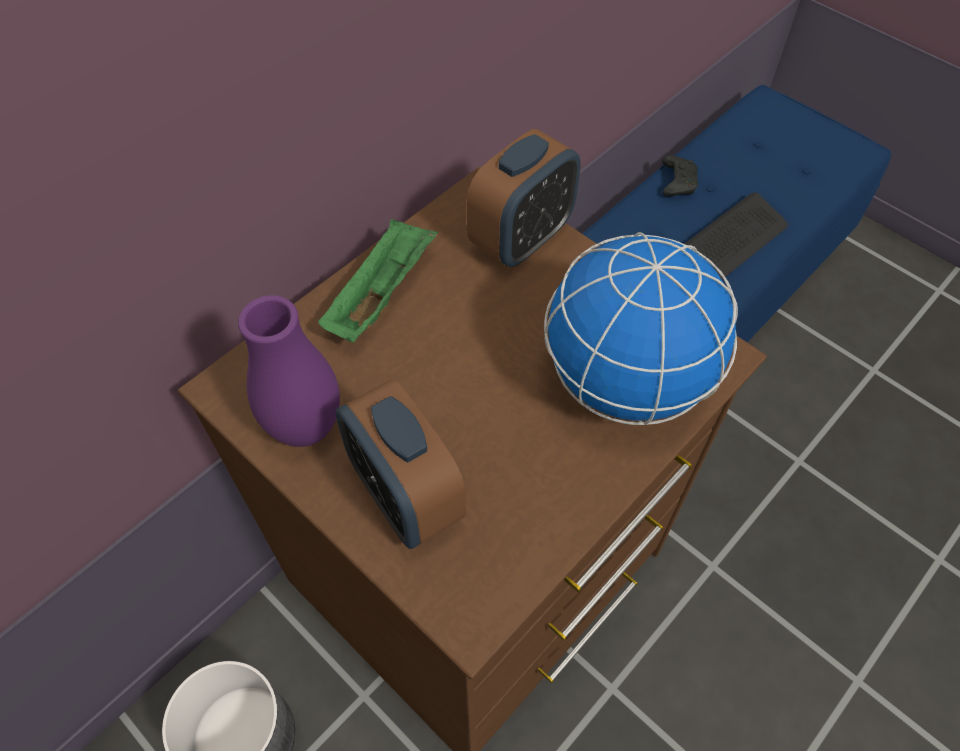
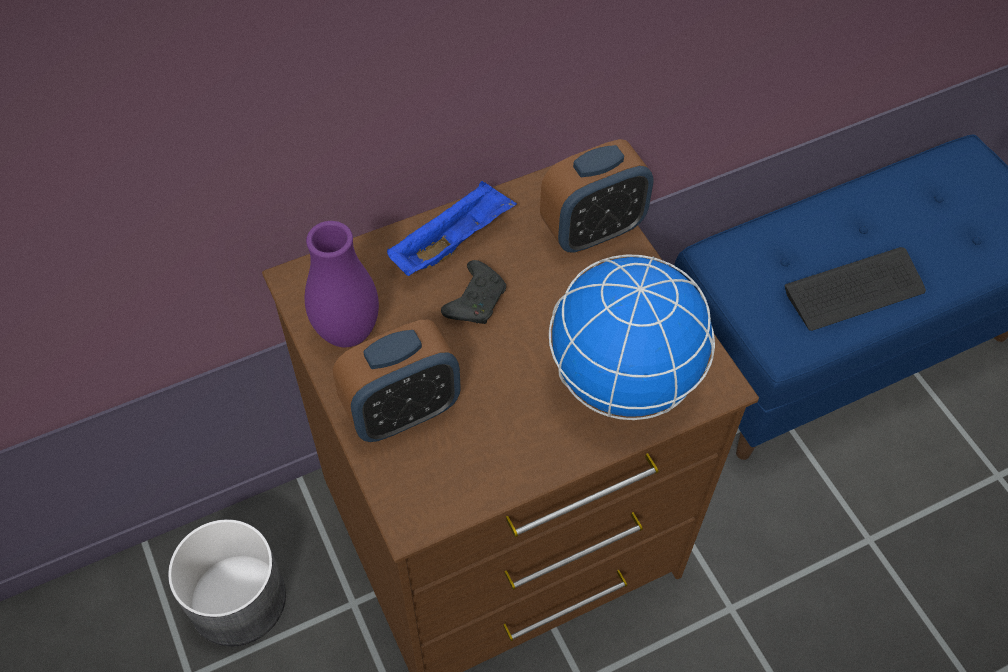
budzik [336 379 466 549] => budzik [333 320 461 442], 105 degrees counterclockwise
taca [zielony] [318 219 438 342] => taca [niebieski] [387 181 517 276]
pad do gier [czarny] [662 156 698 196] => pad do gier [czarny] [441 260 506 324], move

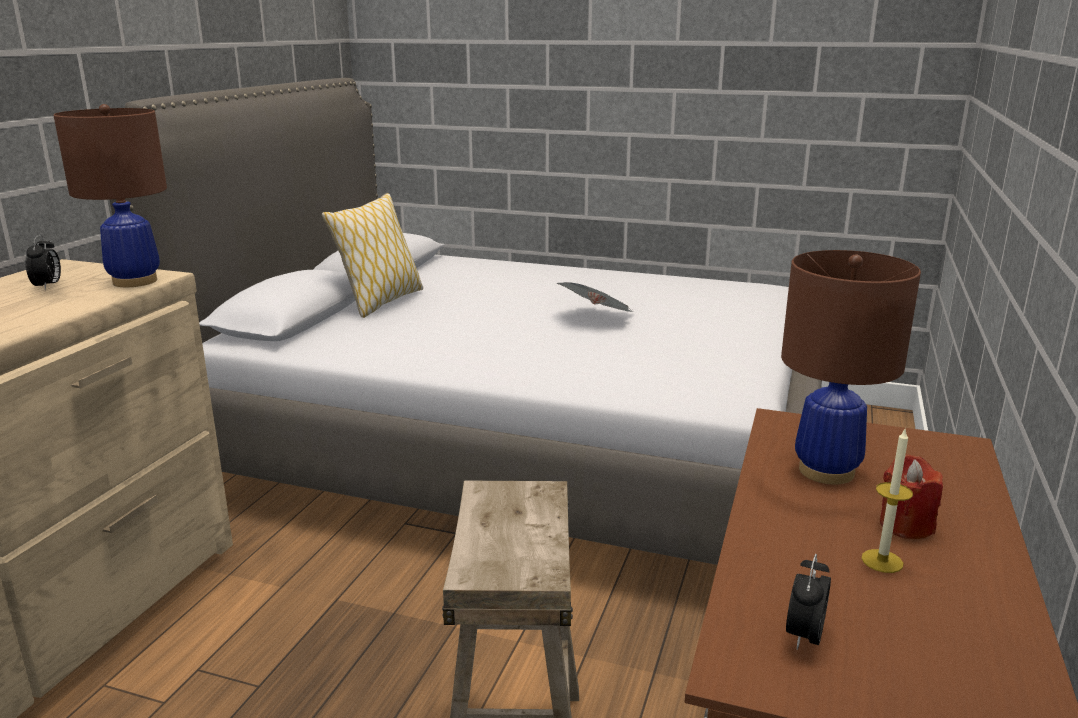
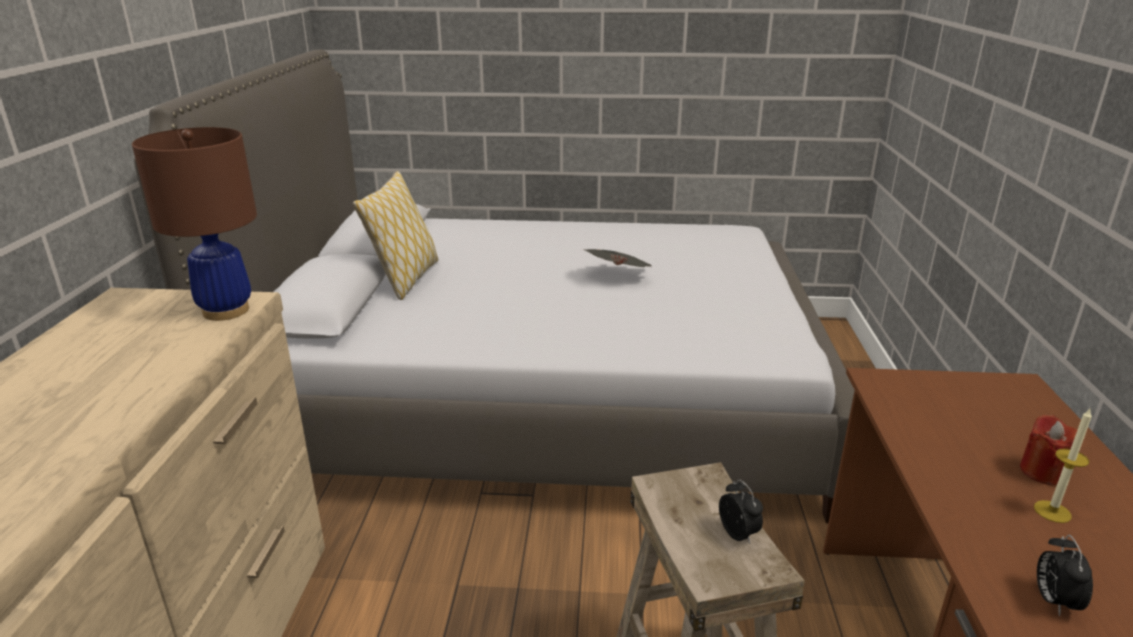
budzik [26 235 61 290] => budzik [719 479 763 544], move
lampa stołowa [brązowy] [781 250 921 484] => nothing

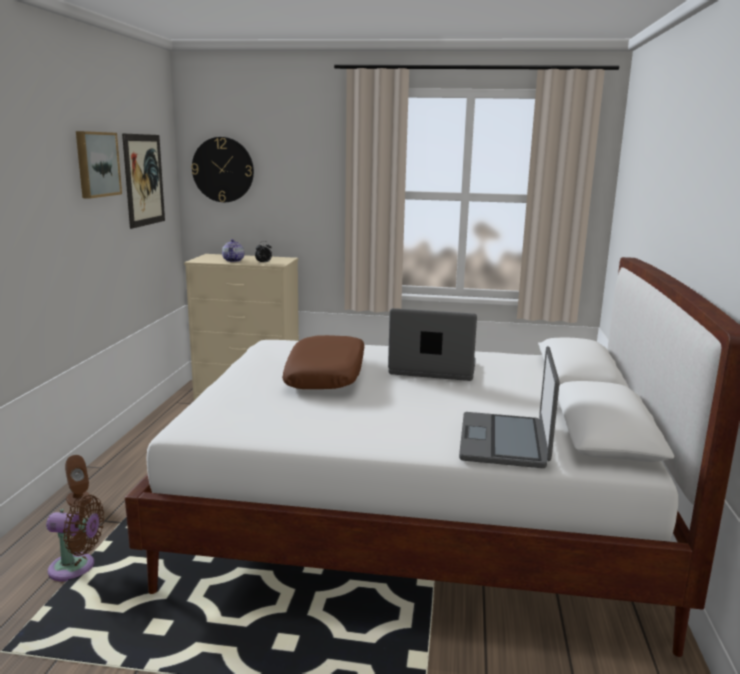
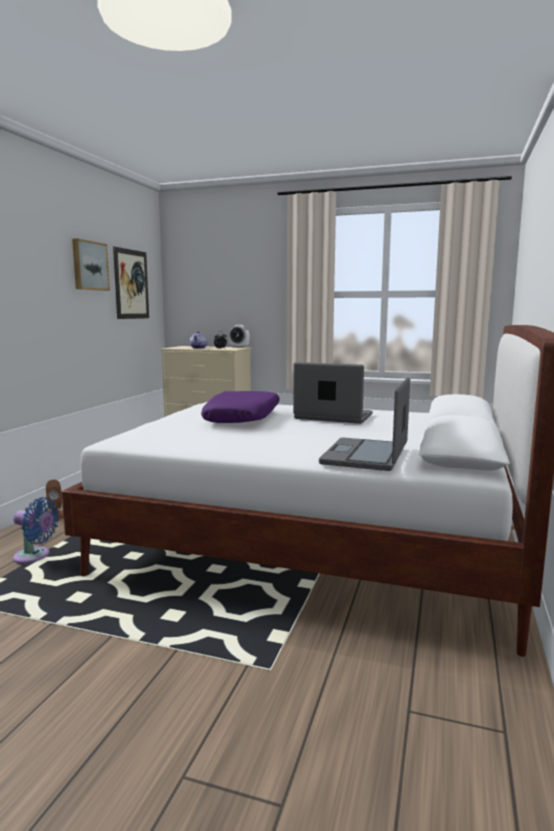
wentylator [brązowy] [46 495 104 581] => wentylator [niebieski] [13 497 59 564]
poduszka [brązowy] [282 335 364 389] => poduszka [fioletowy] [201 391 280 423]
nothing => budzik [229 325 250 348]
zegar ścienny [191 137 254 202] => nothing

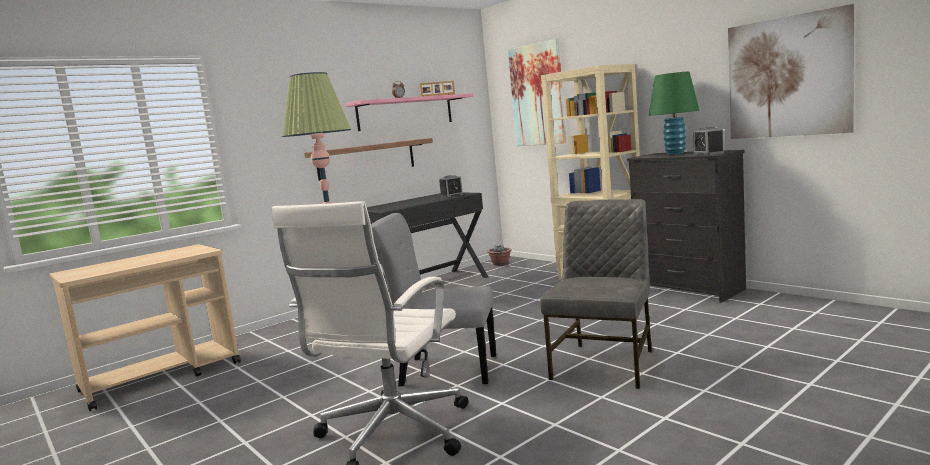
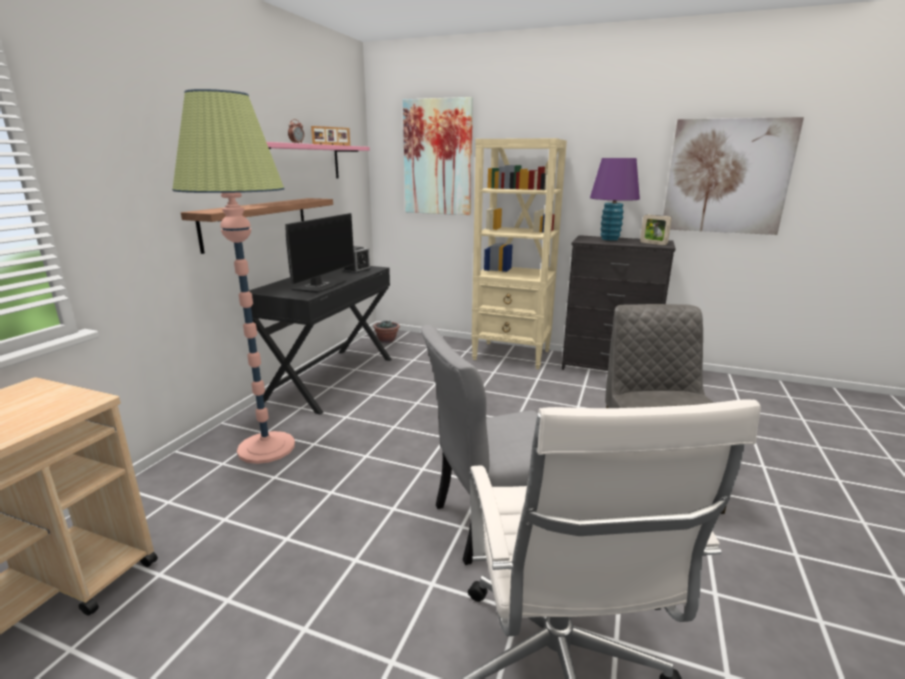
nothing => monitor [285 213 355 293]
lampa stołowa [zielony] [649 71 699 155] => lampa stołowa [fioletowy] [590 158 640 241]
budzik [693 127 725 155] => ramka na zdjęcie [640 214 672 245]

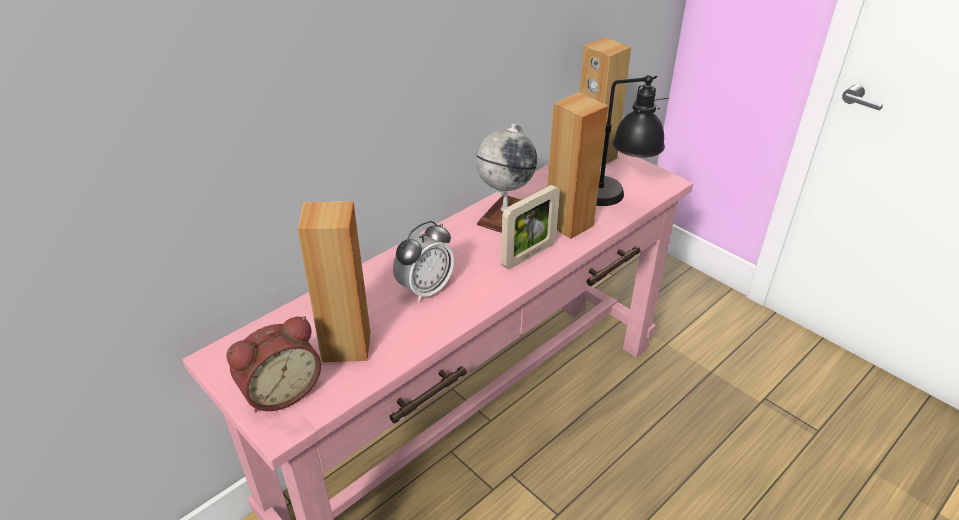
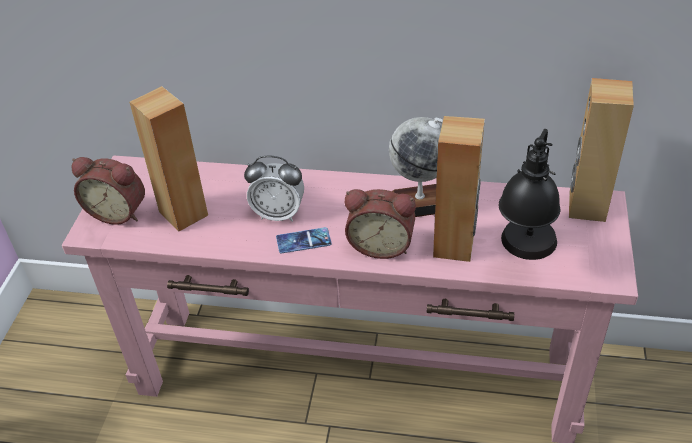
nothing => telefon [276 227 332 254]
ramka na zdjęcie [501 185 560 269] => budzik [345 189 416 259]

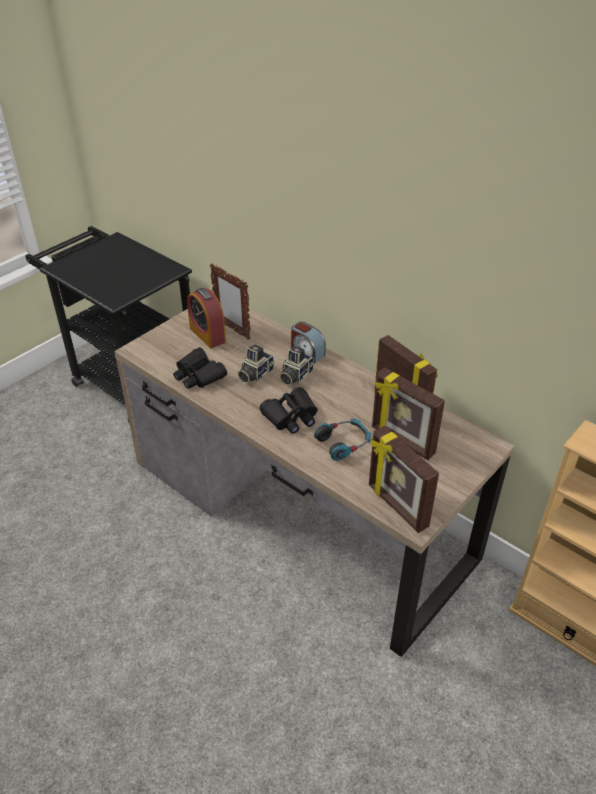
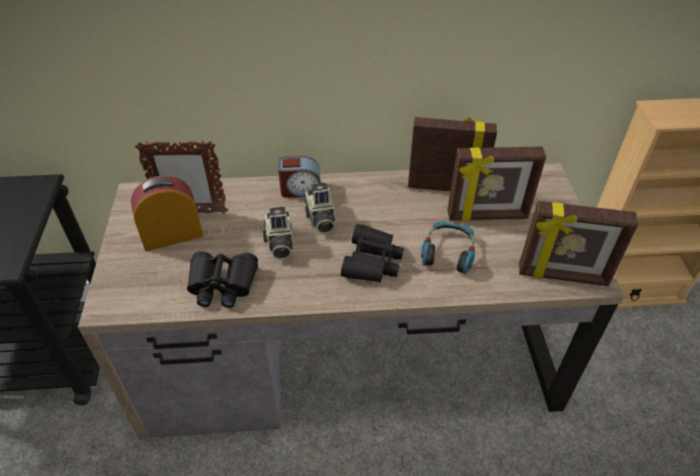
budzik [187 288 226 348] => budzik [131 175 203 251], 150 degrees clockwise

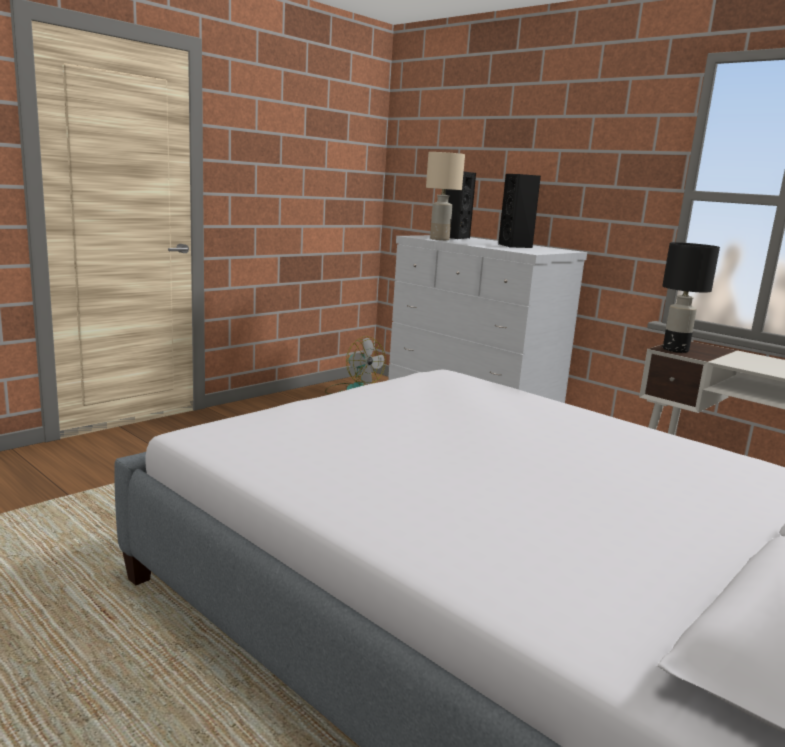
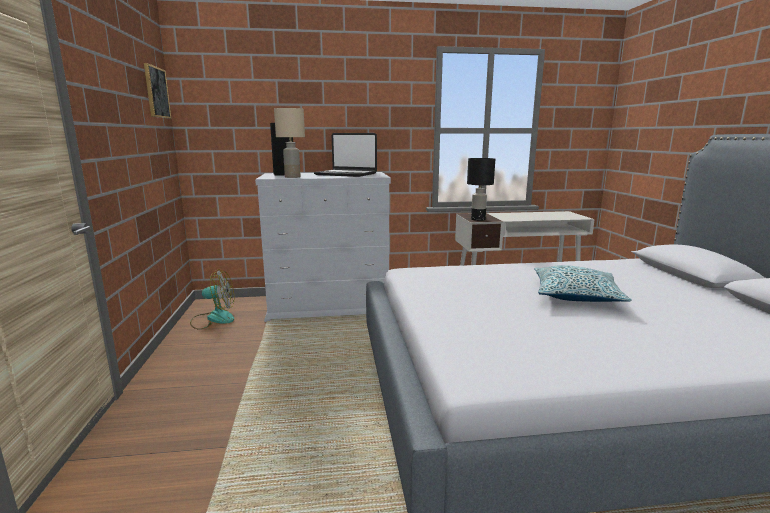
nothing => obraz [144 63 171 118]
głośnik [czarny] [498 174 541 248] => laptop [314 133 377 177]
nothing => poduszka [534 265 632 302]

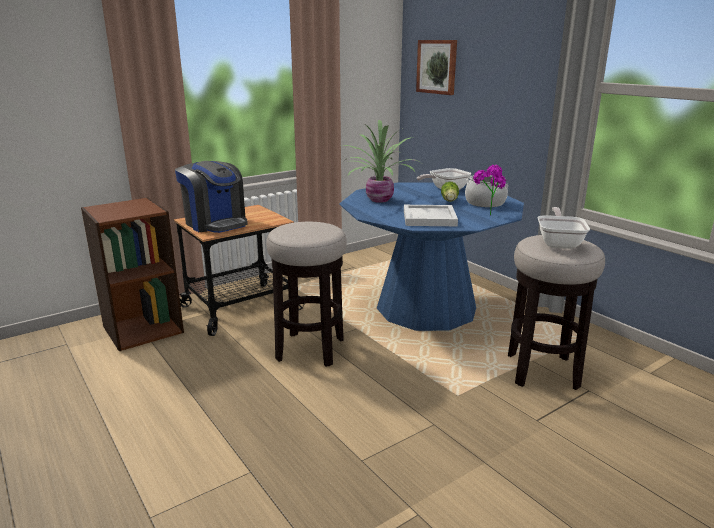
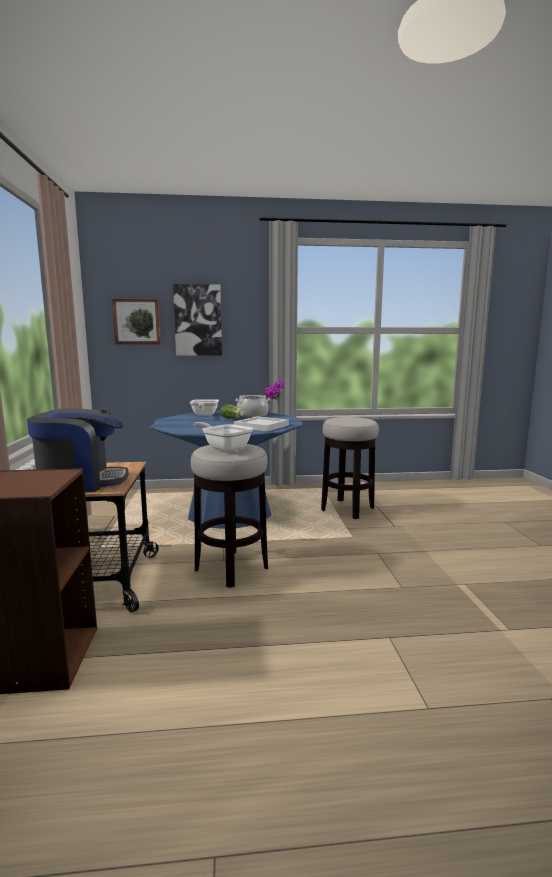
nothing => obraz [173 284 222 356]
patelnia [538 207 590 249] => patelnia [194 422 253 452], move
roślina doniczkowa [343 120 420 203] => nothing

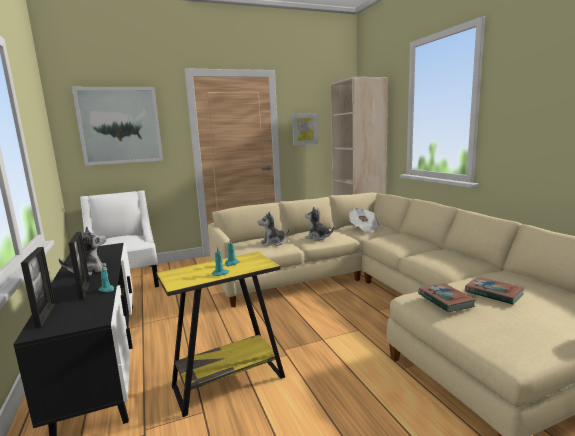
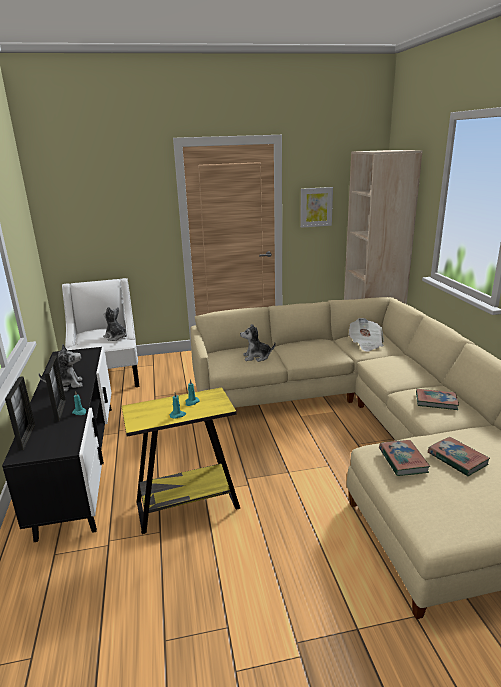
pluszak [305 207 334 240] => pluszak [103 307 127 341], move
nothing => książka [416 389 459 410]
obraz [72 87 163 166] => nothing

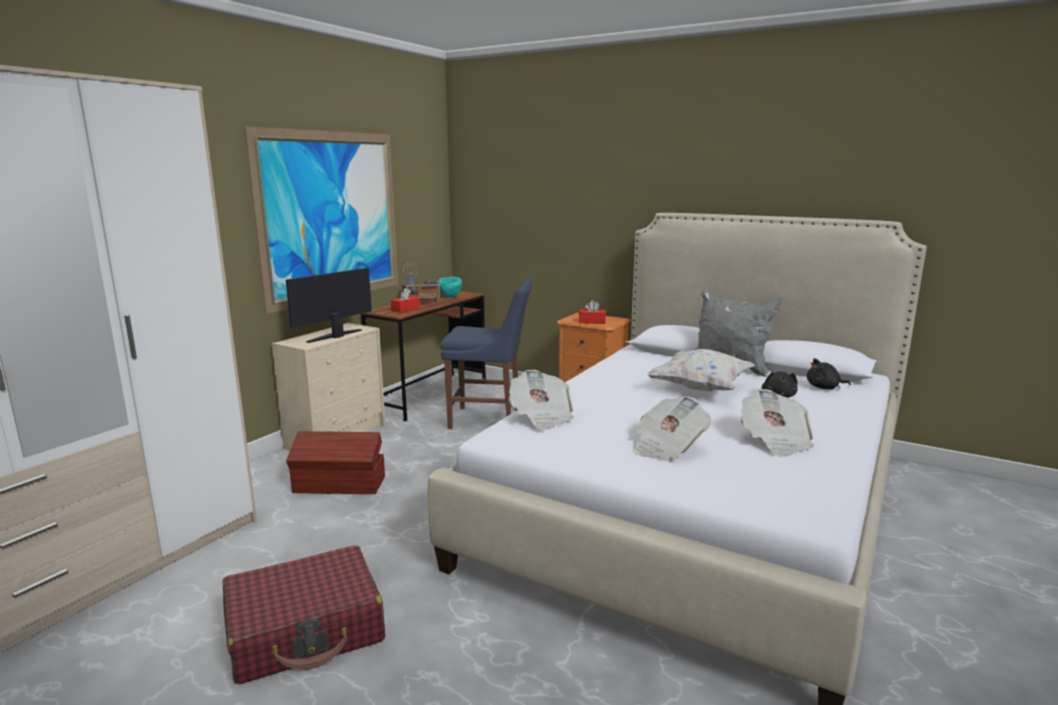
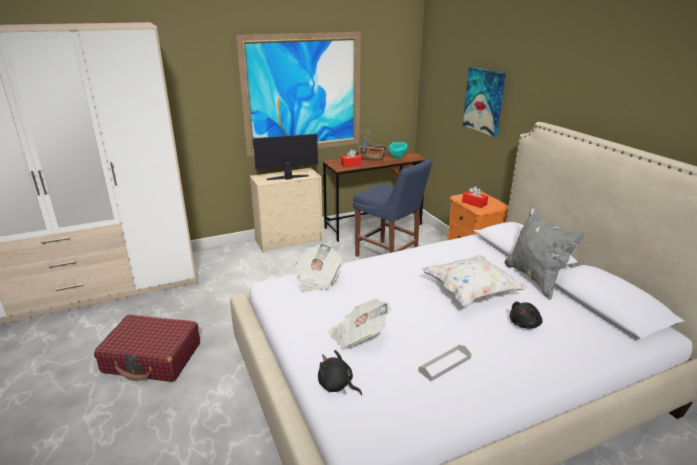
pluszak [czarny] [807 358 851 389] => pluszak [czarny] [318 350 362 395], move
gazeta [741 389 814 457] => taca [szary] [418 345 471 381]
nothing => obraz [463 67 506 137]
pojemnik do przechowywania [brązowy] [286 431 385 494] => nothing

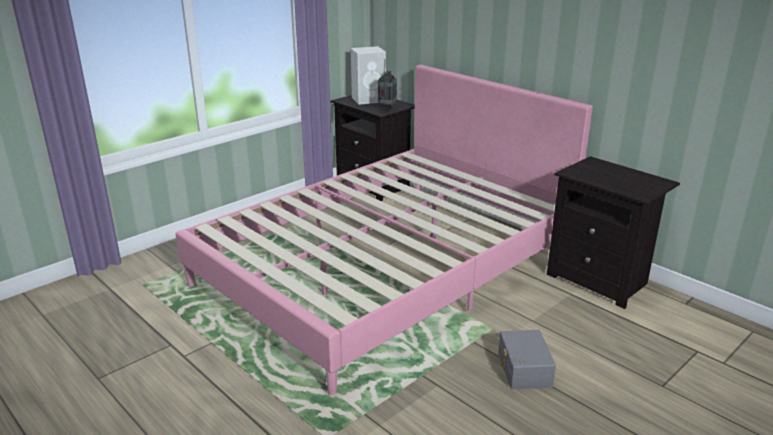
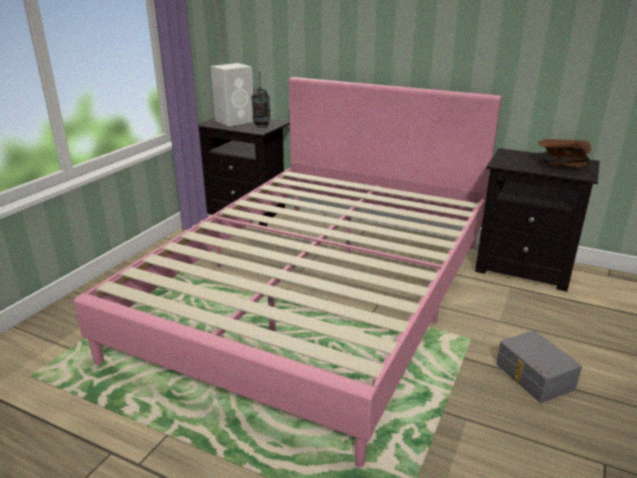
nothing => miska [brązowy] [538 139 592 168]

